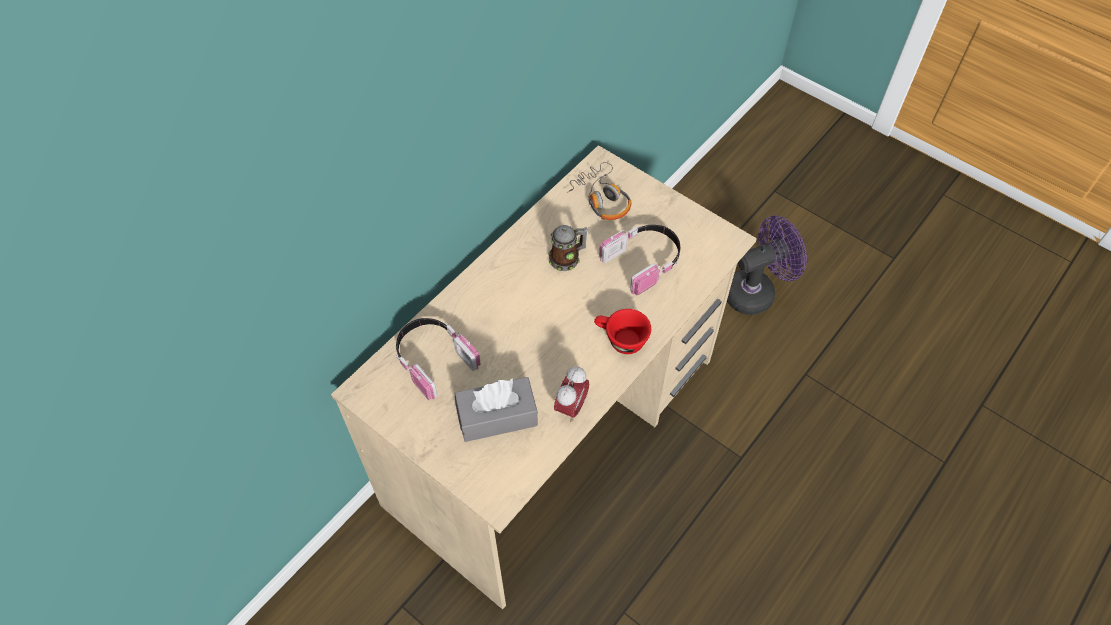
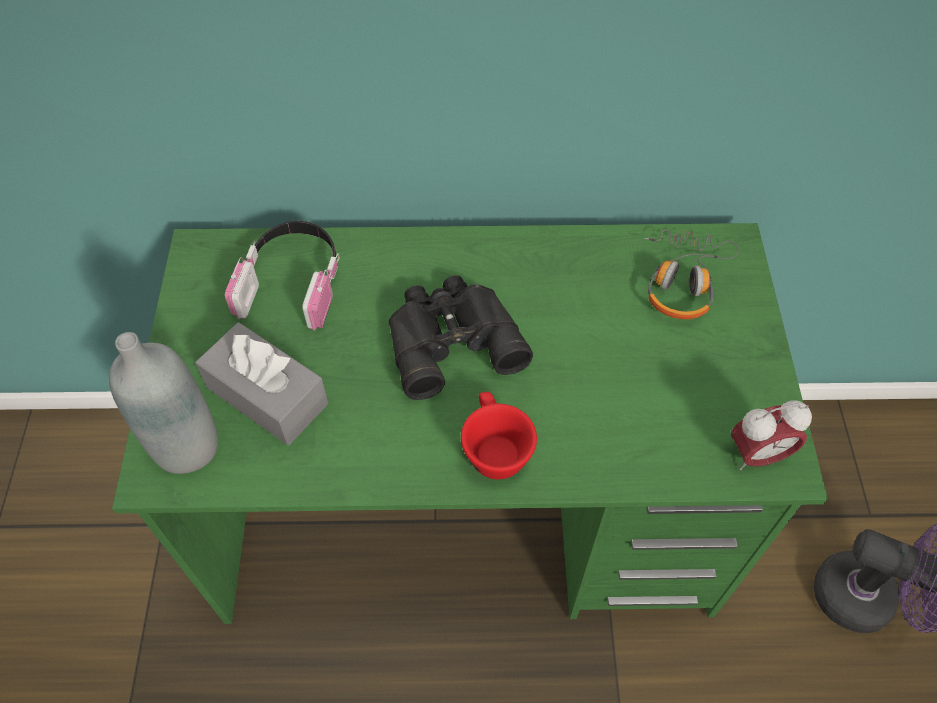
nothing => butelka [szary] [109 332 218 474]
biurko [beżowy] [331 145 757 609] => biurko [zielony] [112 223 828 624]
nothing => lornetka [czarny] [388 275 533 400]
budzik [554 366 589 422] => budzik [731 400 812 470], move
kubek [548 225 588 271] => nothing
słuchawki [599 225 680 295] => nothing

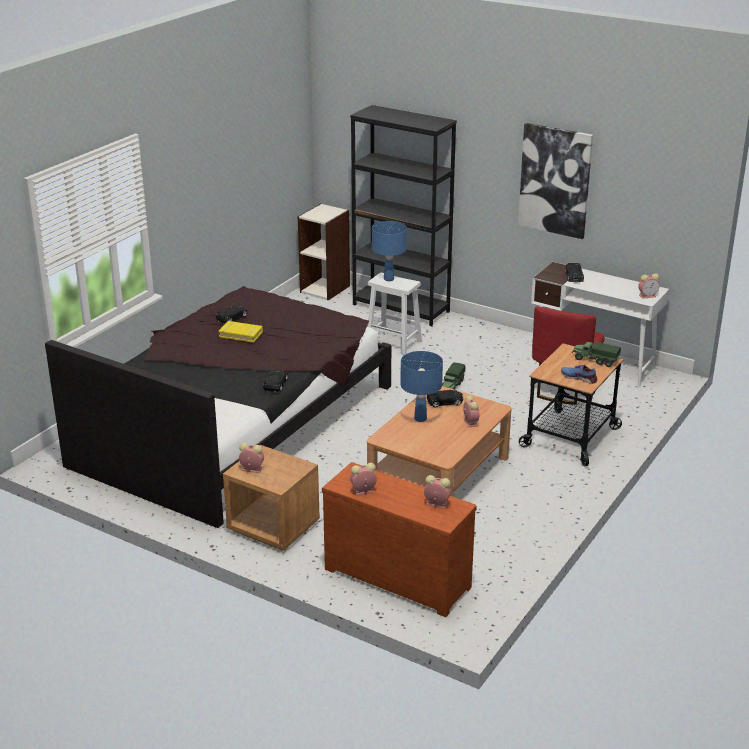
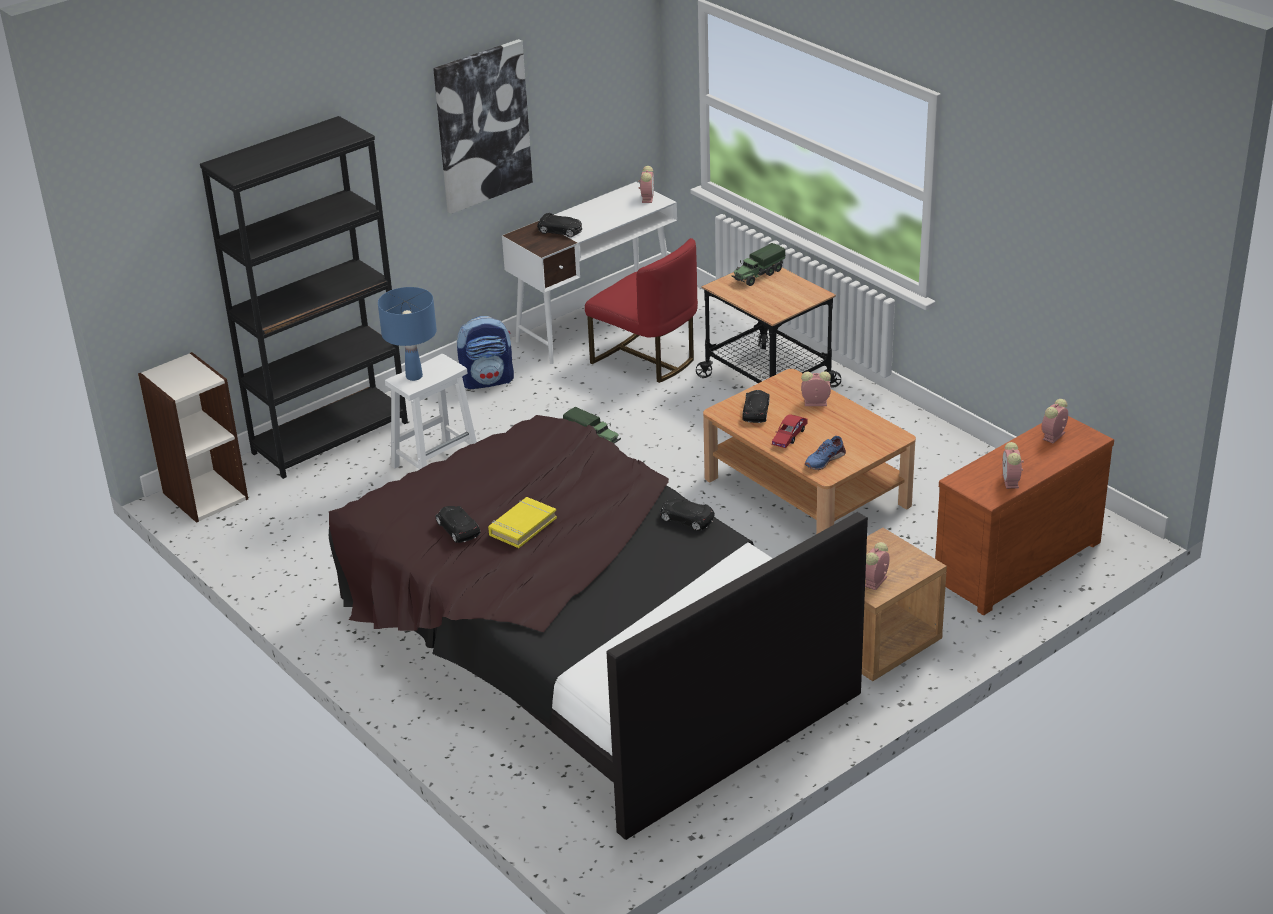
nothing => plecak [457 316 514 389]
lampa stołowa [niebieski] [400 351 443 422] => samochodzik [czerwony] [772 414 808 448]
but [niebieski] [561 365 597 384] => but [niebieski] [805 436 846 470], move

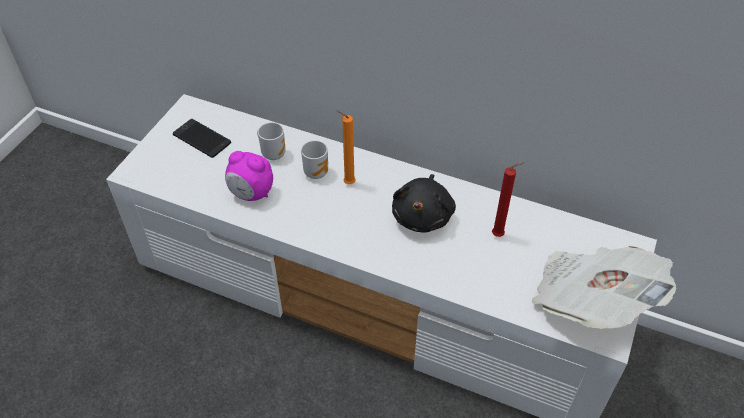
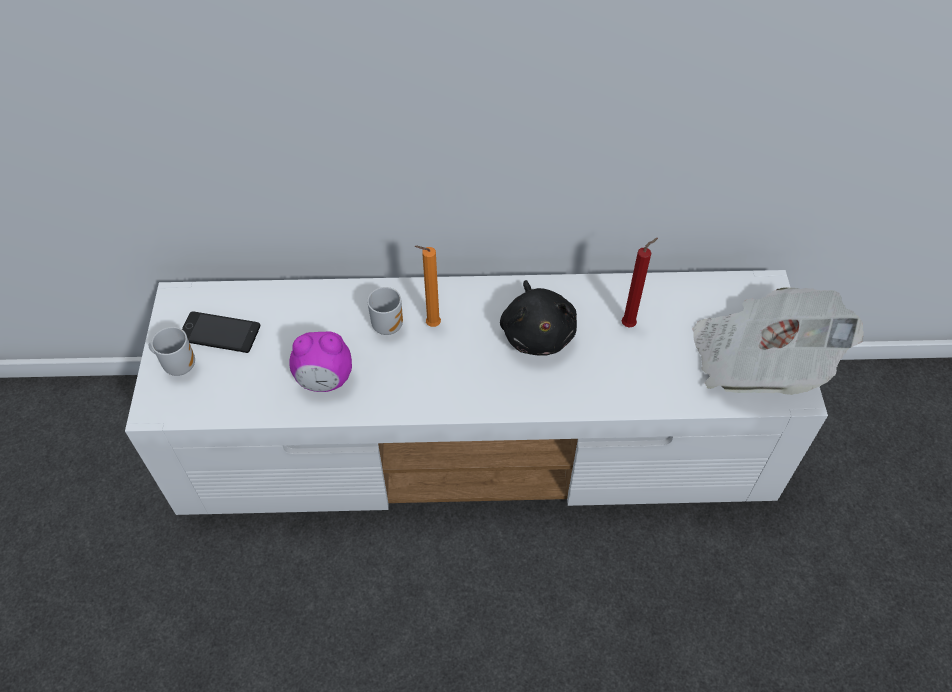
kubek [257 122 286 160] => kubek [148 327 195 376], move

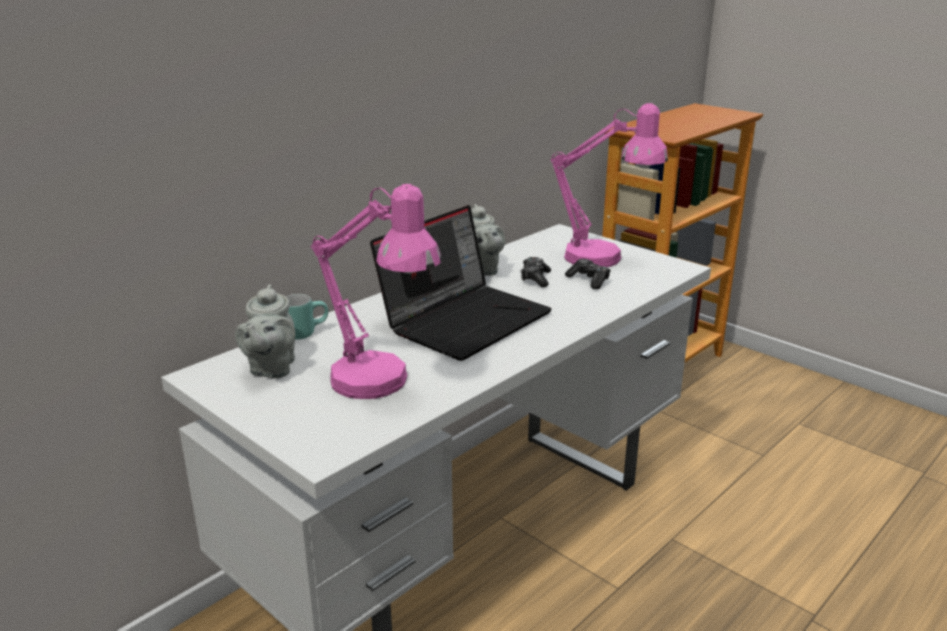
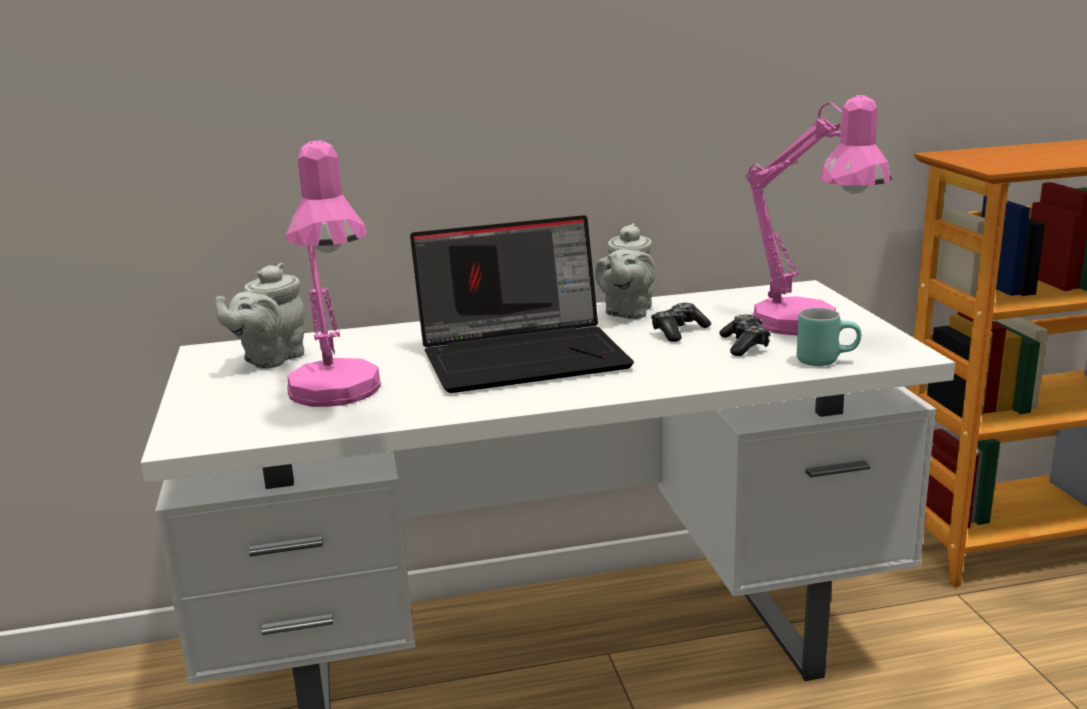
kubek [turkusowy] [286 294 328 340] => kubek [turkusowy] [797 308 861 366], move

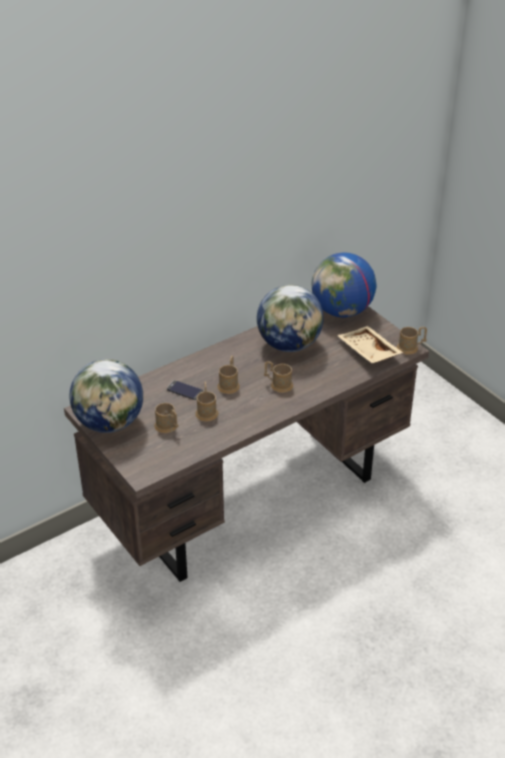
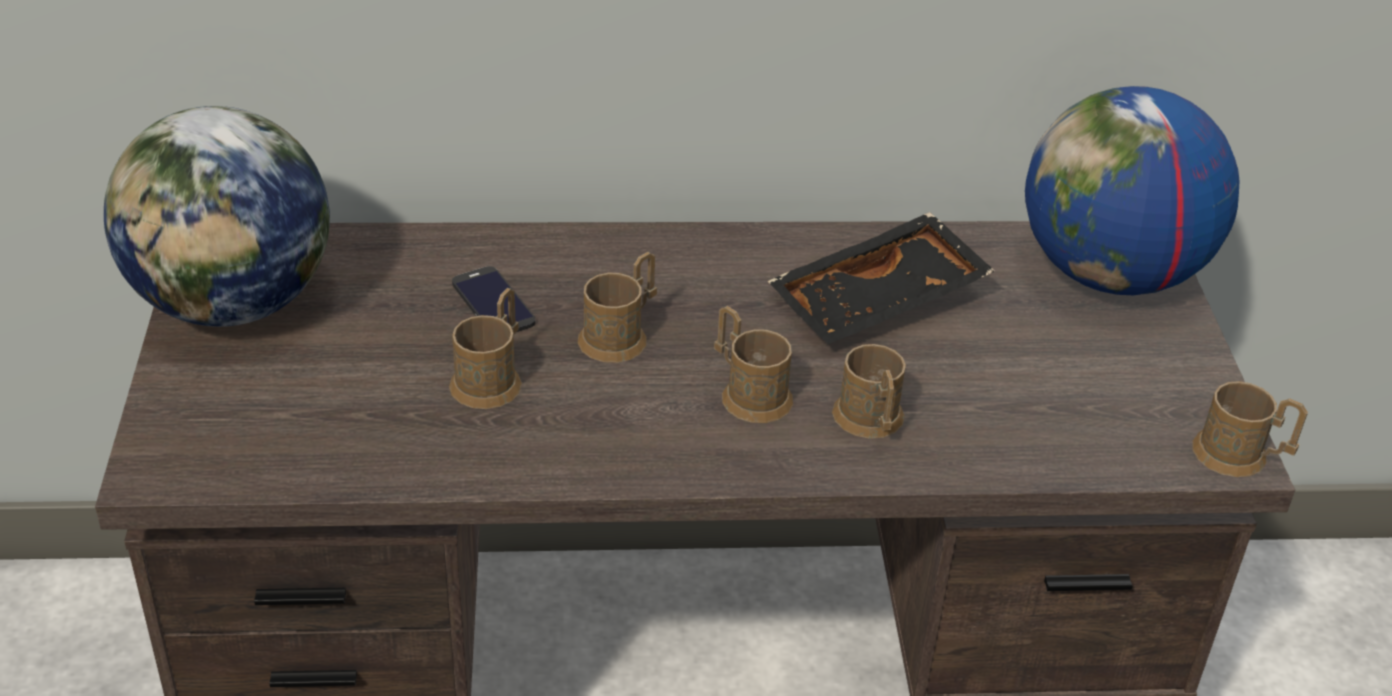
globus [257 285 324 352] => taca [czarny] [768 212 996 344]
kubek [brązowy] [154 403 178 433] => kubek [brązowy] [832 344 906 439], move
taca [beżowy] [337 326 403 363] => nothing

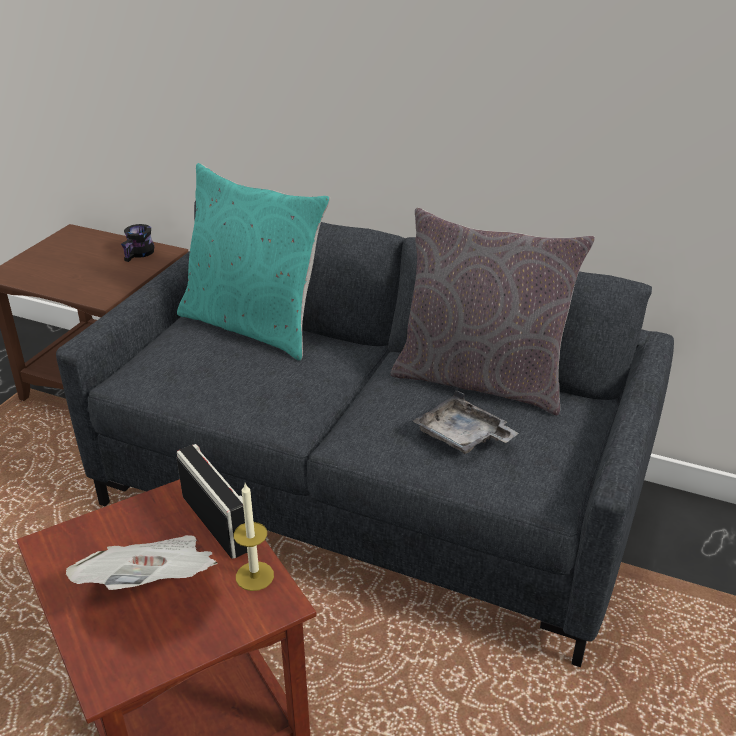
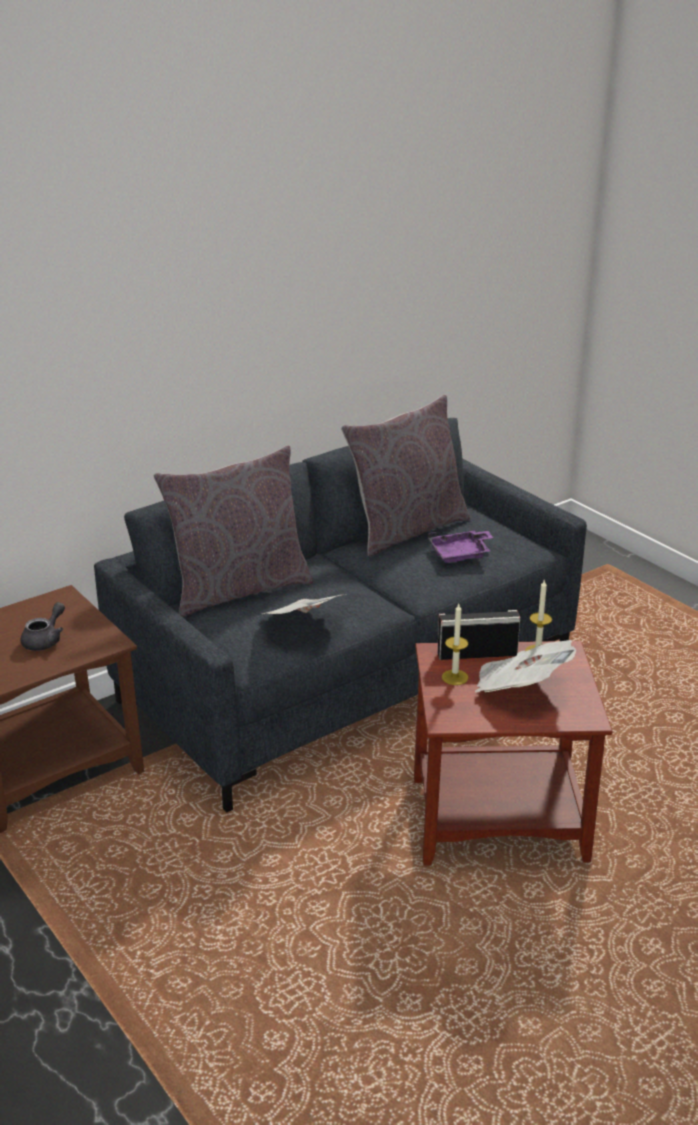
nothing => imbryk [szary] [21 602 65 651]
poduszka [turkusowy] [177 163 330 360] => poduszka [szary] [154 445 313 617]
nothing => gazeta [262 594 347 614]
taca [szary] [413 390 519 454] => taca [fioletowy] [428 531 493 563]
nothing => świeca [442 604 469 685]
kubek [czarny] [121 224 154 262] => nothing

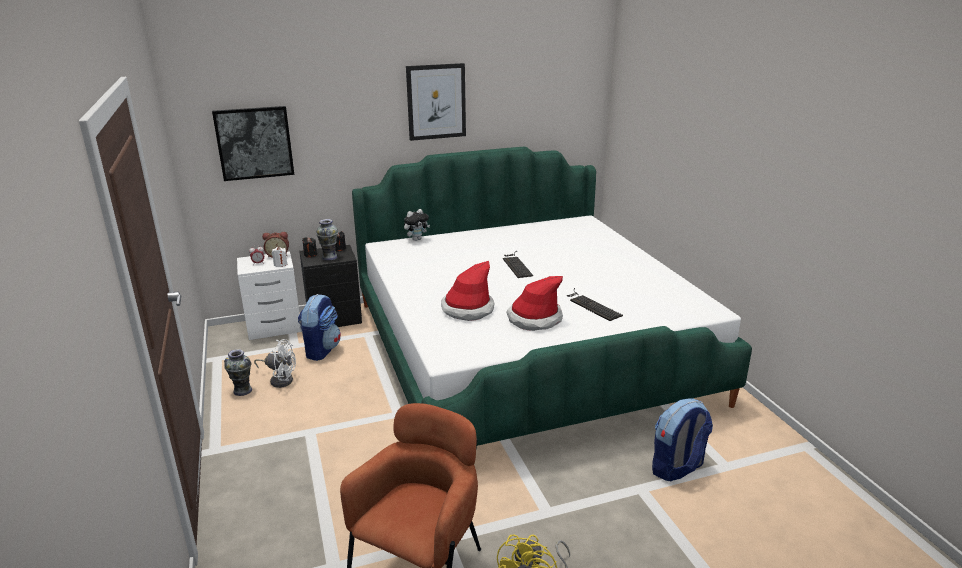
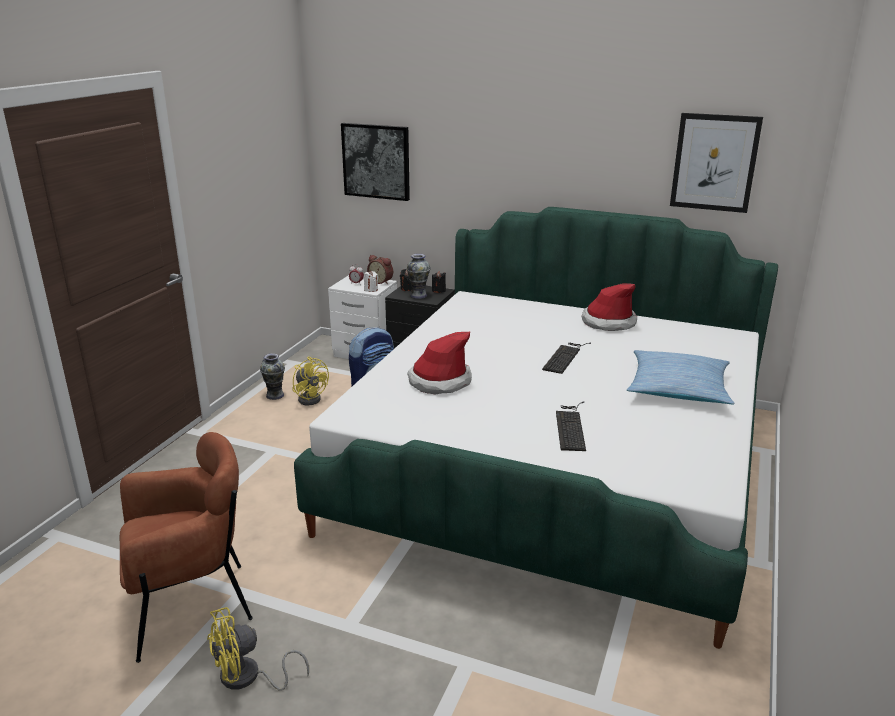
wentylator [biały] [254 339 296 388] => wentylator [żółty] [293 357 329 405]
kapelusz [506 276 563 331] => kapelusz [582 283 637 331], move
nothing => poduszka [627 350 734 405]
obraz [406 63 466 141] => obraz [670 113 763 213], move
pluszak [404 209 430 241] => nothing
plecak [652 399 713 481] => nothing

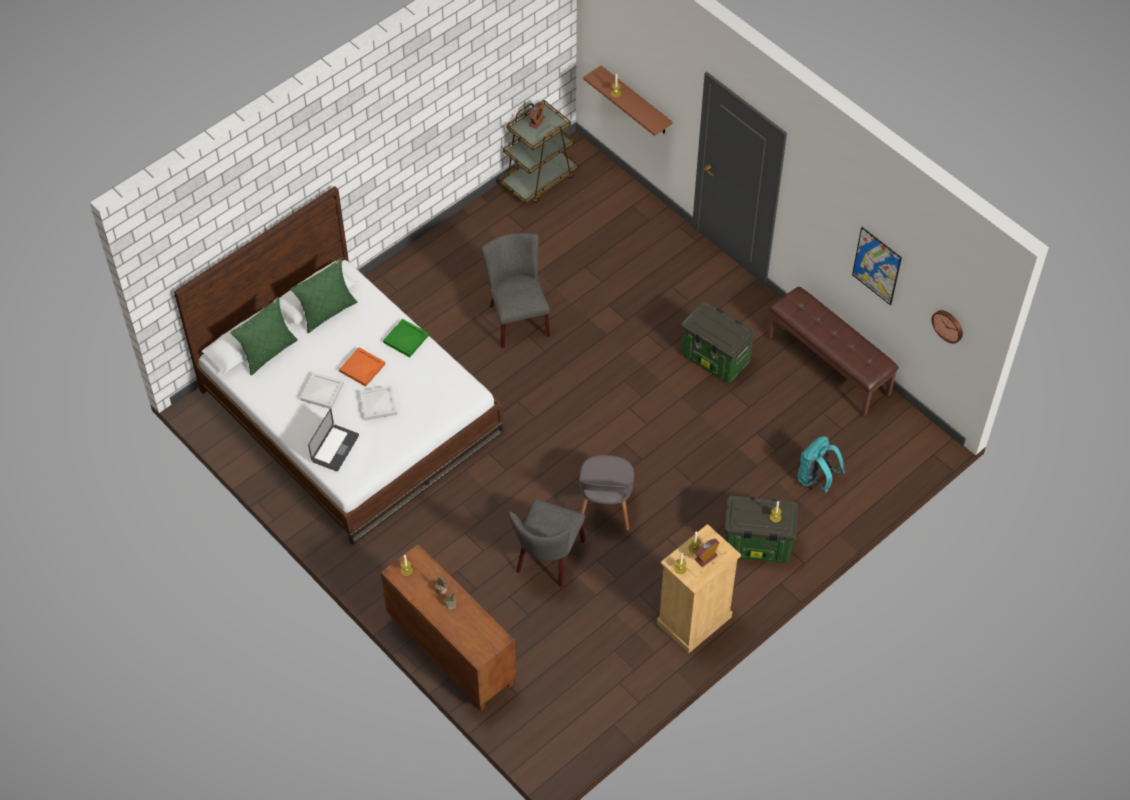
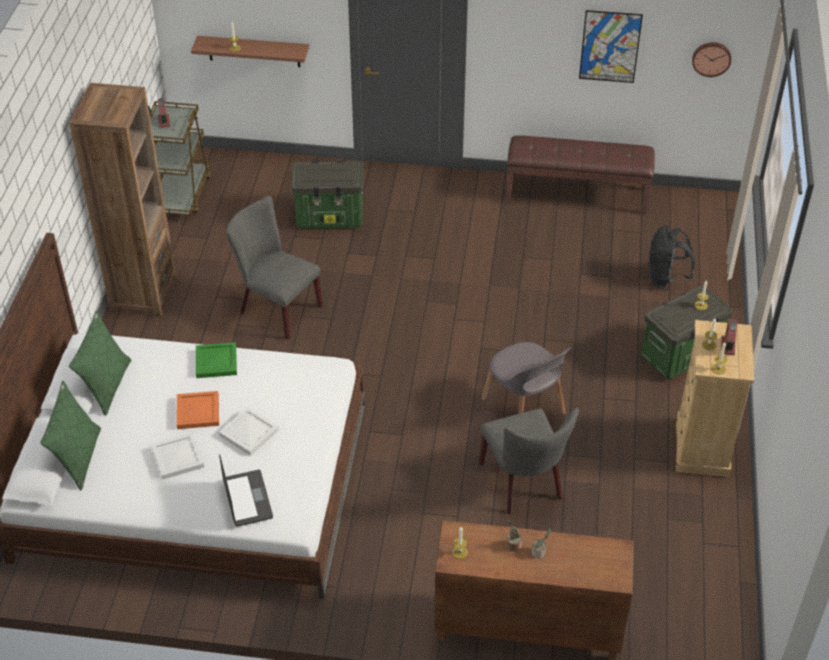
nothing => regał [brązowy] [69 83 176 317]
pojemnik do przechowywania [681 301 755 383] => pojemnik do przechowywania [291 160 363 229], move
plecak [turkusowy] [798 436 845 493] => plecak [czarny] [648 226 695 289]

